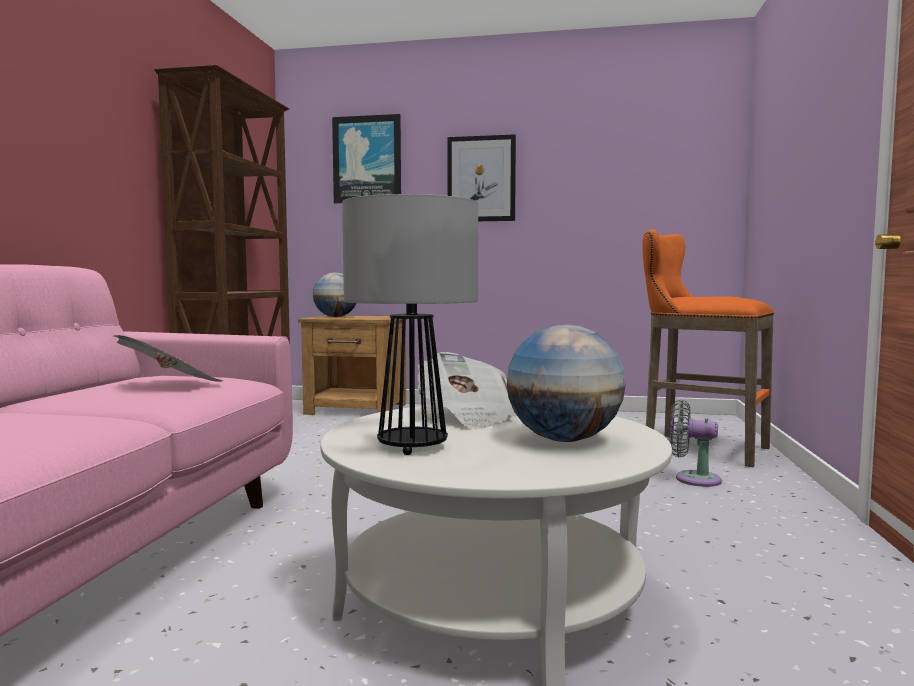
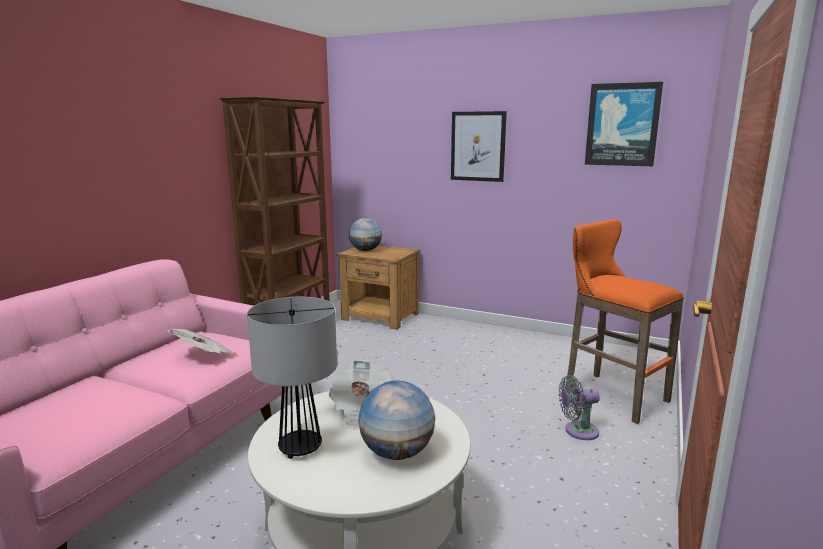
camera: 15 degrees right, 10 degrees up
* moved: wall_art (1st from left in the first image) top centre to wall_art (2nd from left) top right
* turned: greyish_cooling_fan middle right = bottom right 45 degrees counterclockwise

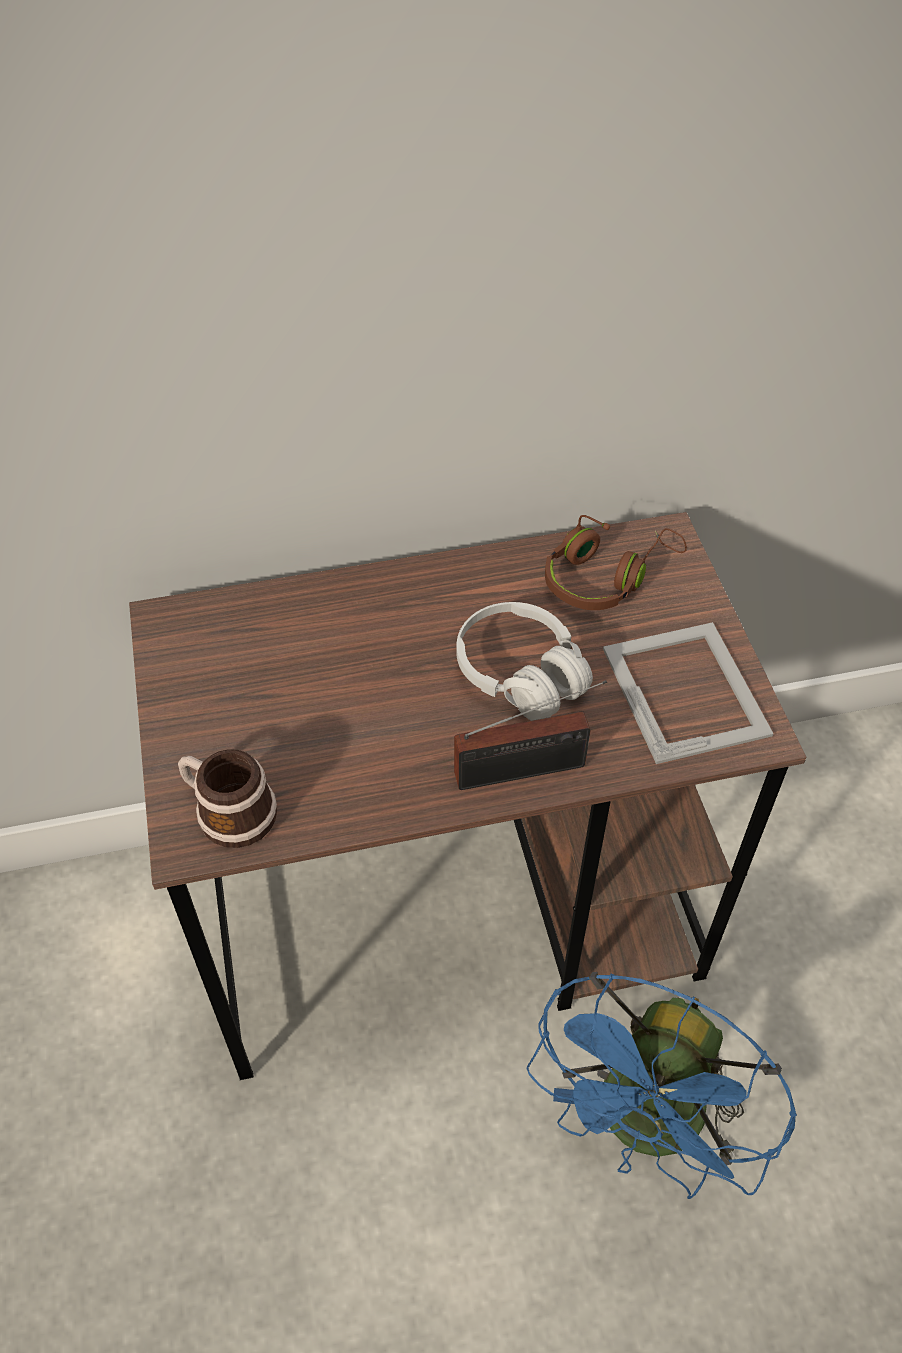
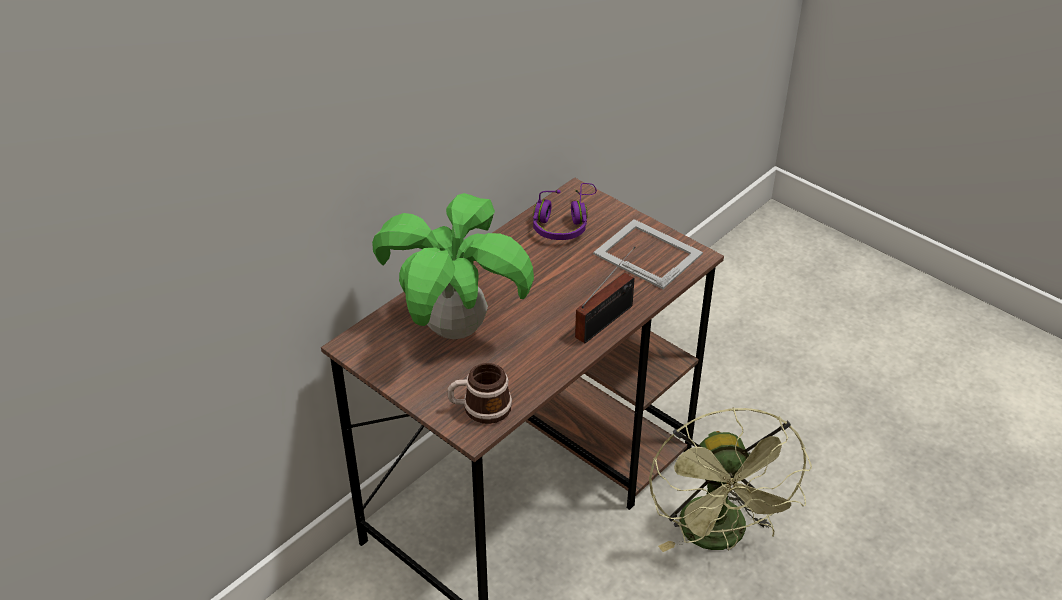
camera: 35 degrees left, 10 degrees down
* removed: white_headset centre
* added: potted_plant centre
* recoloured: blue_cooling_fan bottom right to greenish_cooling_fan bottom right
* recoloured: brown-coloured_headset middle right to purple-coloured_headset centre

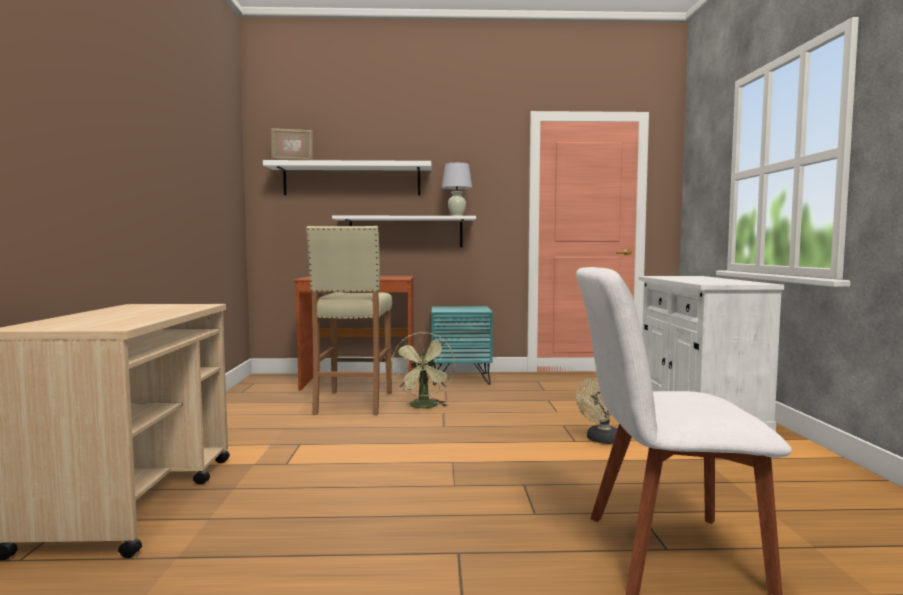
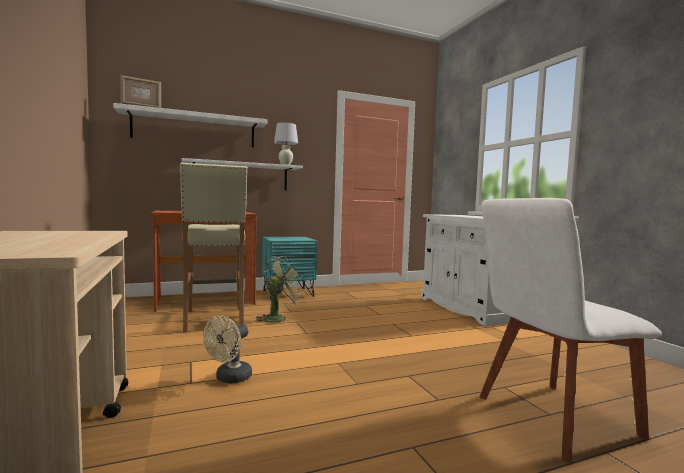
camera: 20 degrees left, 0 degrees up
* moved: sand-coloured_cooling_fan bottom centre to bottom left
* turned: greenish_cooling_fan centre = centre 120 degrees counterclockwise

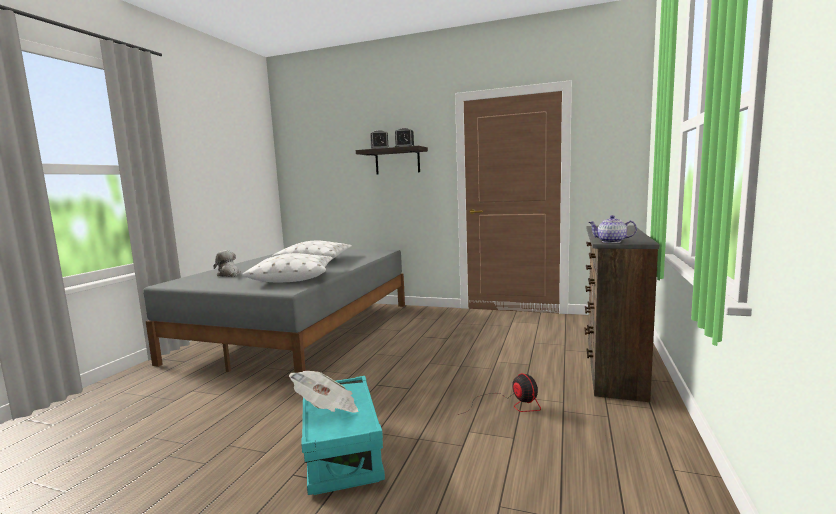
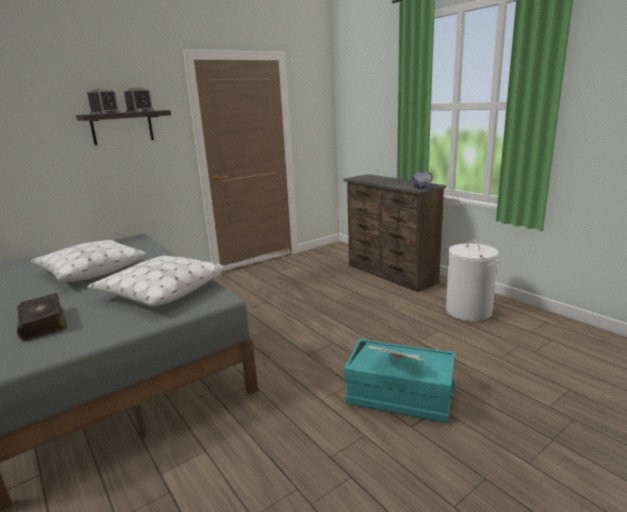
camera: 55 degrees left, 10 degrees up
* removed: cooling_fan bottom centre
* added: white_hamper middle right
* replaced: soft_toy middle left to bound_book middle left

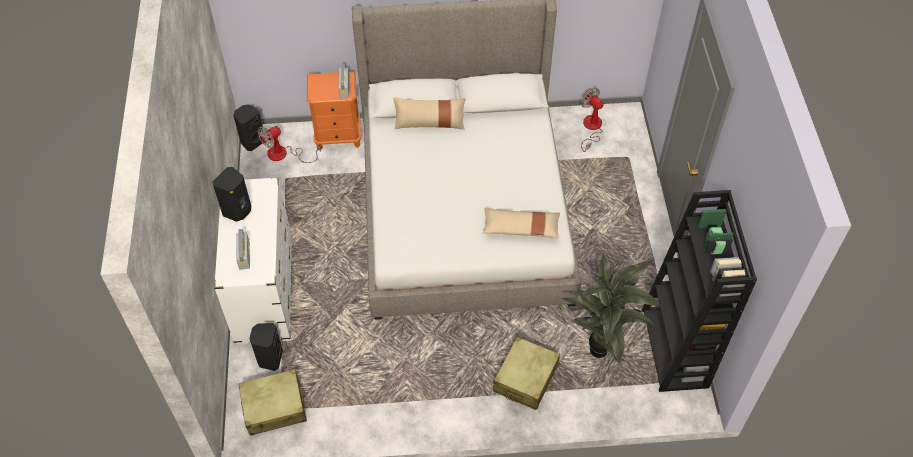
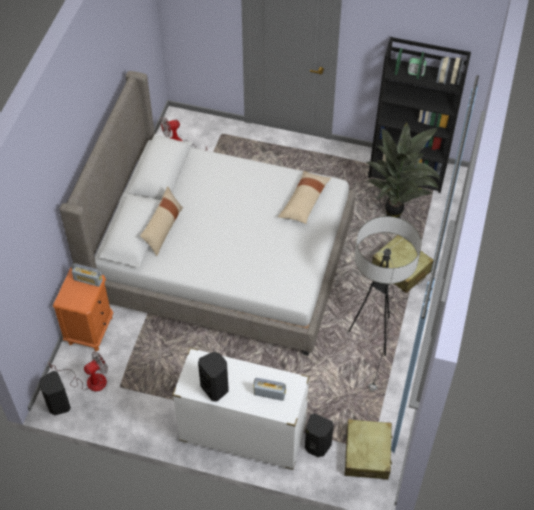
camera: 70 degrees left, 0 degrees up
* added: standing_lamp middle right
* turned: cooling_fan (1st from left) top left = bottom left 105 degrees counterclockwise

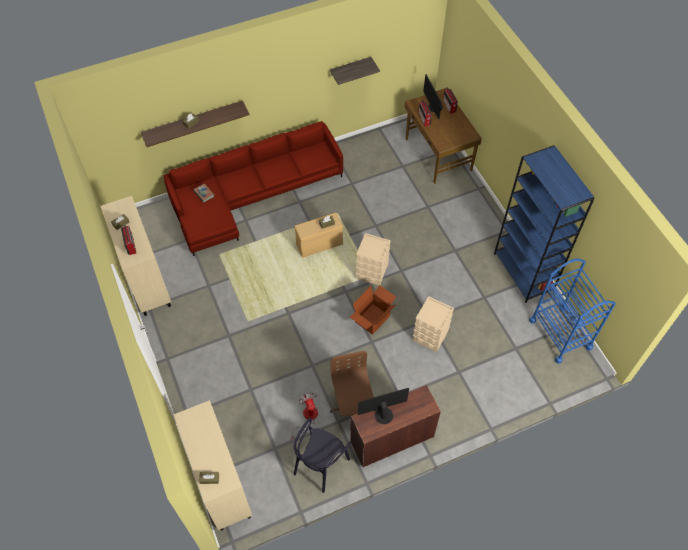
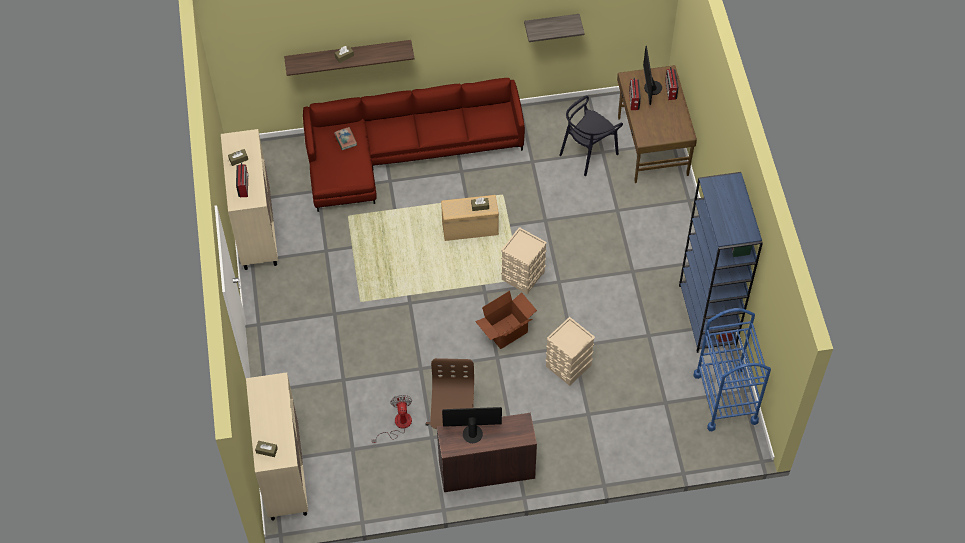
camera: 15 degrees right, 0 degrees up
* moved: blackish_upright_chair bottom centre to top centre

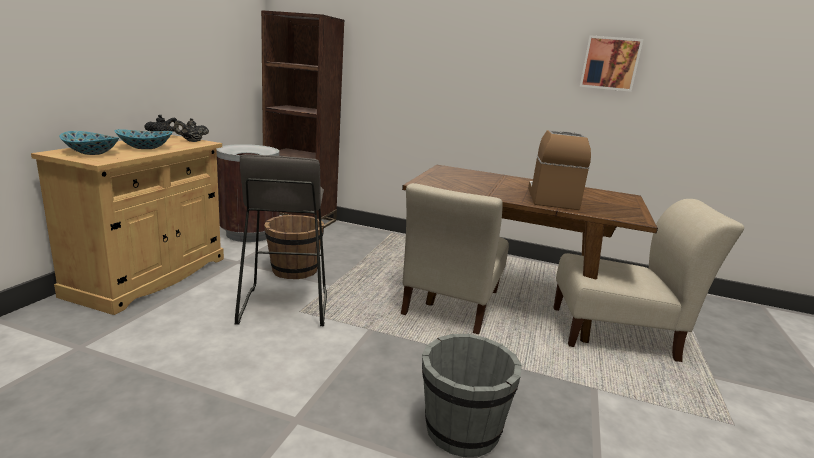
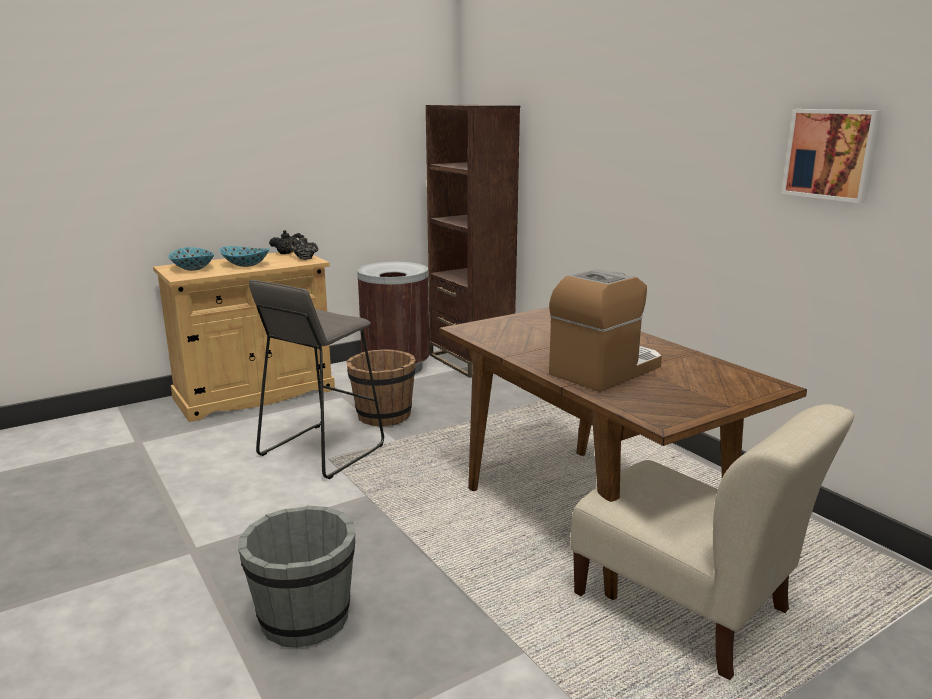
camera: 40 degrees right, 0 degrees up
* removed: sand-coloured_upright_chair (1st from left) centre

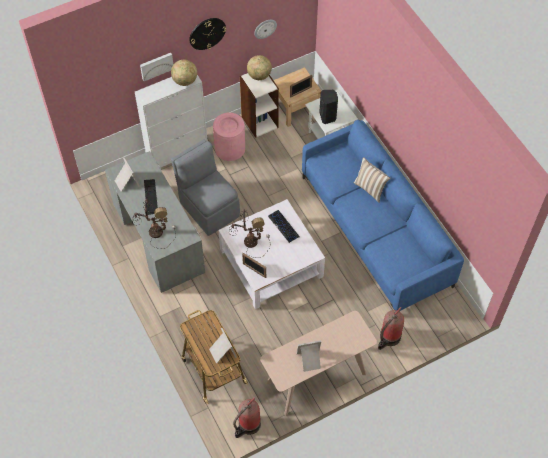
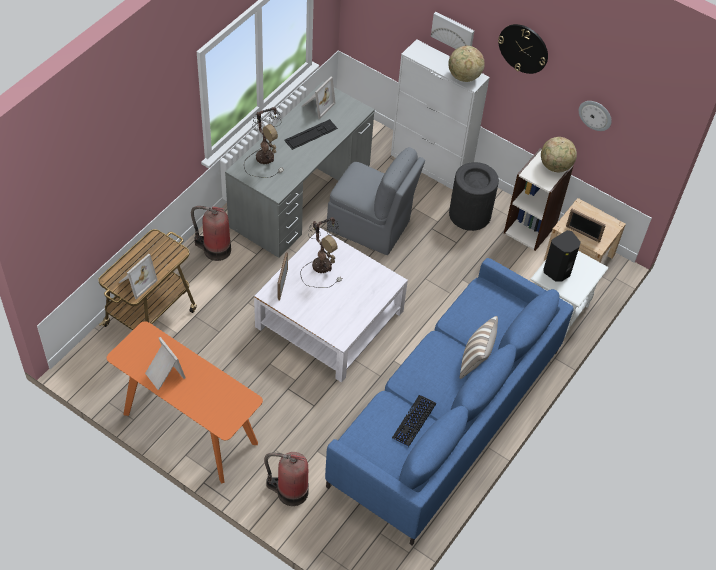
camera: 60 degrees right, 5 degrees down
* moved: fire-fighting_cylinder (1st from left) bottom centre to middle left
* moved: PC_keyboard (2nd from left) centre to bottom centre
* recoloured: pink_trash_can top centre to blackish_trash_can centre
* recoloured: sand-coloured_hall_table bottom centre to orange_hall_table bottom left
* turned: greyish_upright_chair centre = centre 90 degrees clockwise

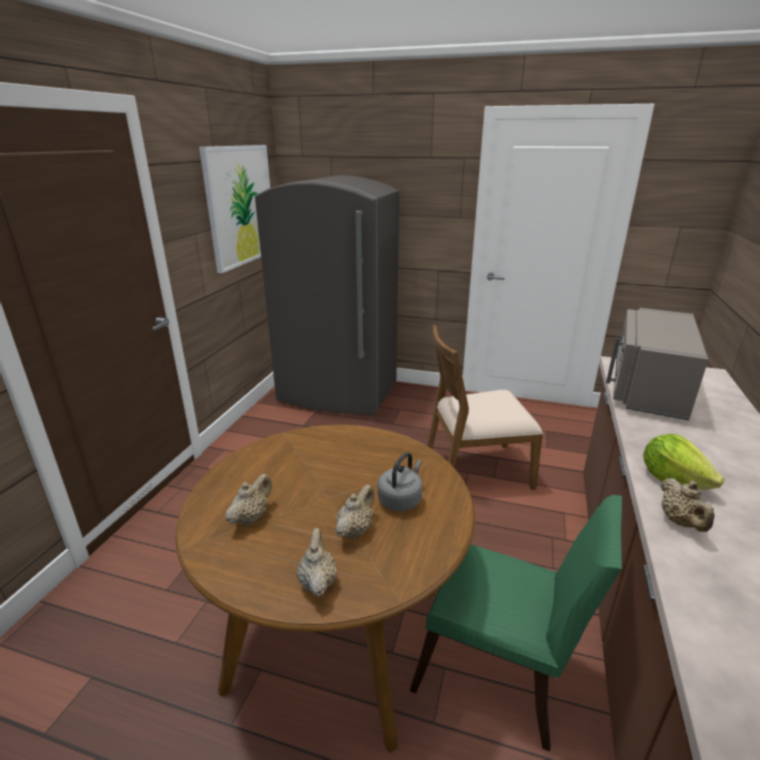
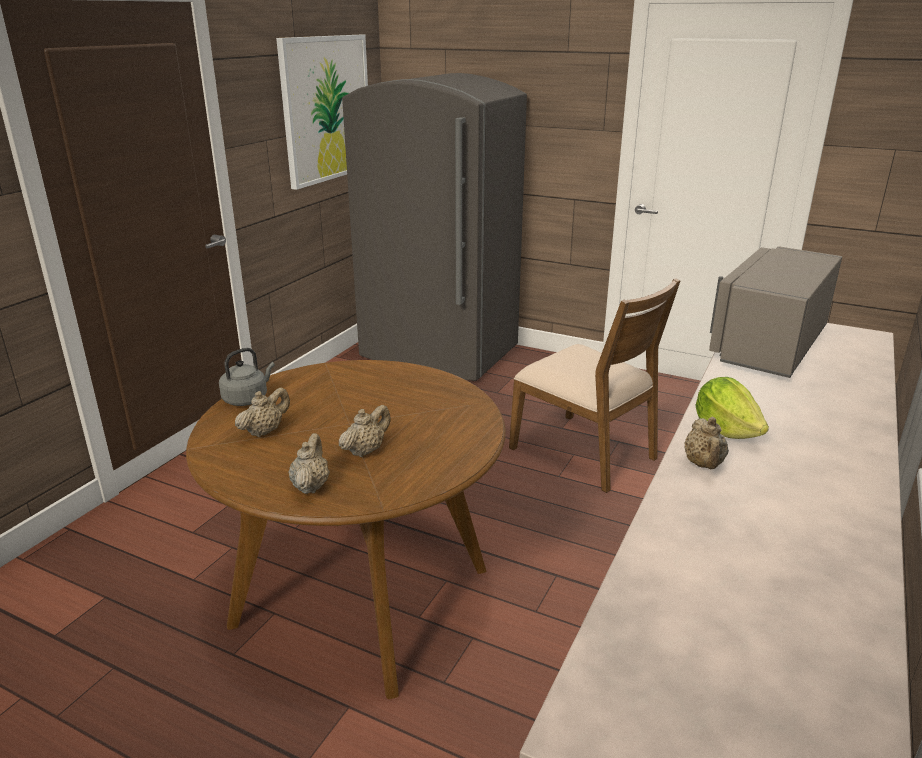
camera: 10 degrees right, 0 degrees up
* removed: greenish_upright_chair bottom right
* moved: greyish_tea_kettle centre to middle left
* turned: brown-coloured_upright_chair centre = centre 135 degrees counterclockwise

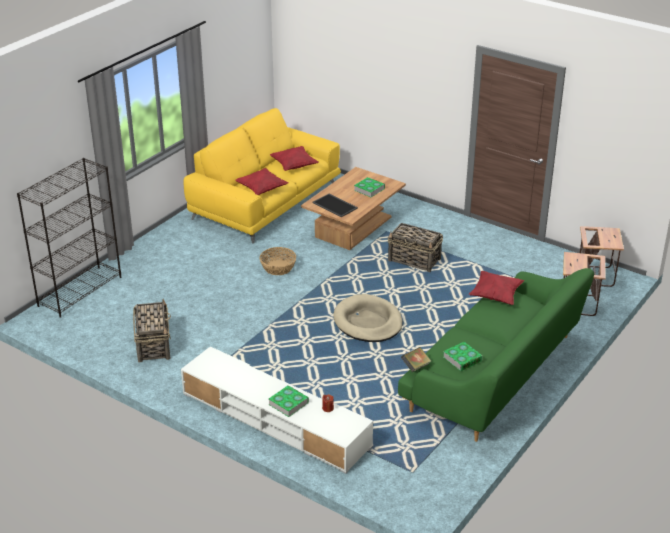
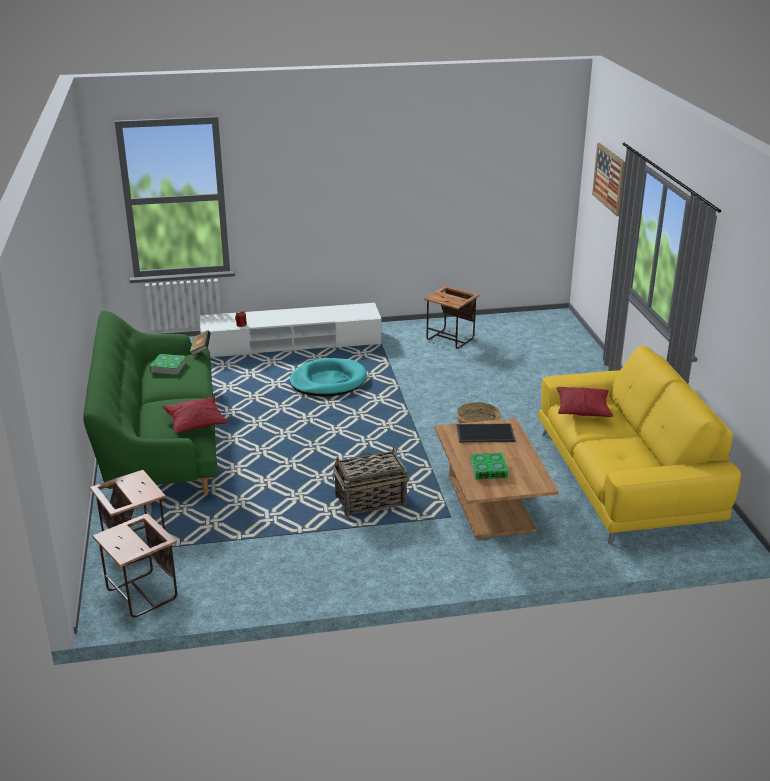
camera: 135 degrees right, 5 degrees down
* removed: blackish_bookshelf middle left
* removed: bound_book (1st from left) bottom centre
* removed: reddish_pillow (2nd from left) top centre
* removed: sand-coloured_pet_bed centre
* added: turquoise_pet_bed centre
* added: wall_art top right
* replaced: household_basket (1st from left) middle left to side_table (3rd from left) centre

